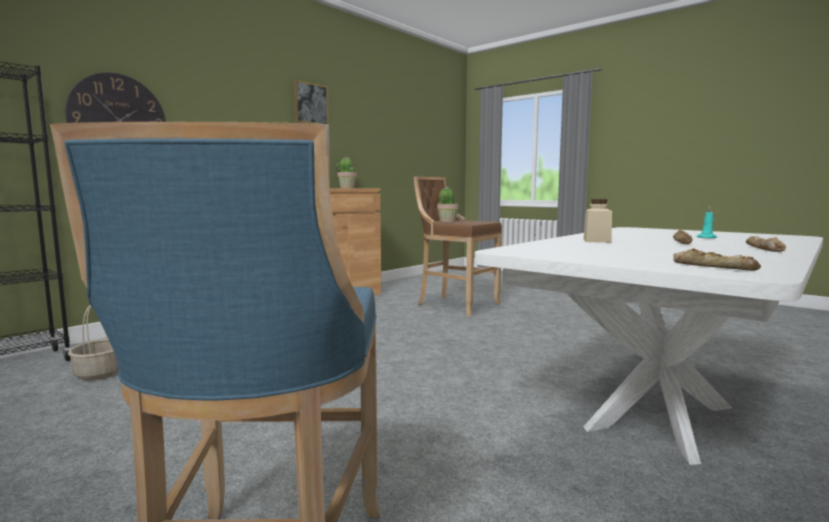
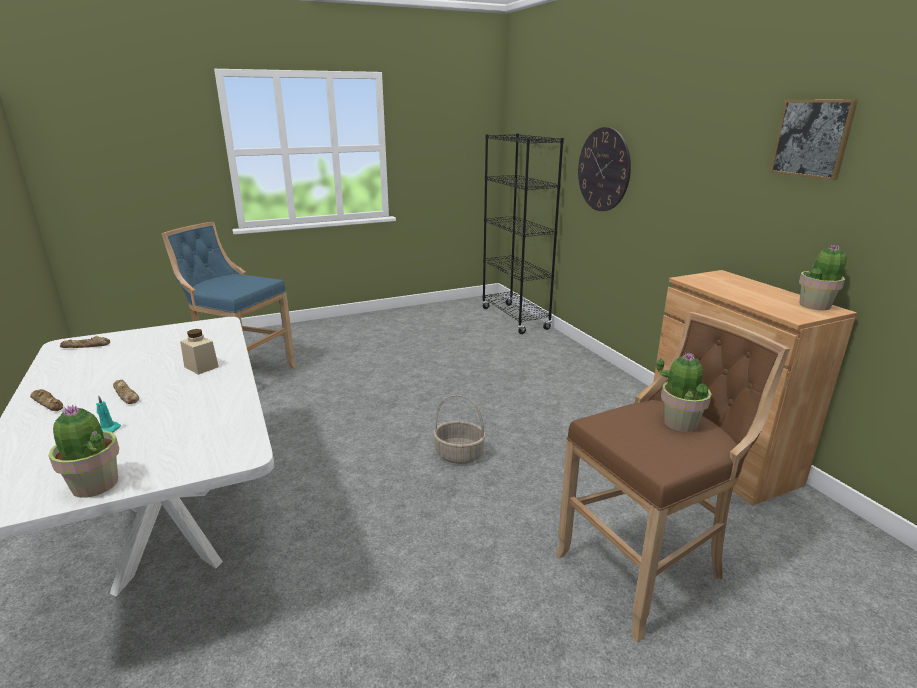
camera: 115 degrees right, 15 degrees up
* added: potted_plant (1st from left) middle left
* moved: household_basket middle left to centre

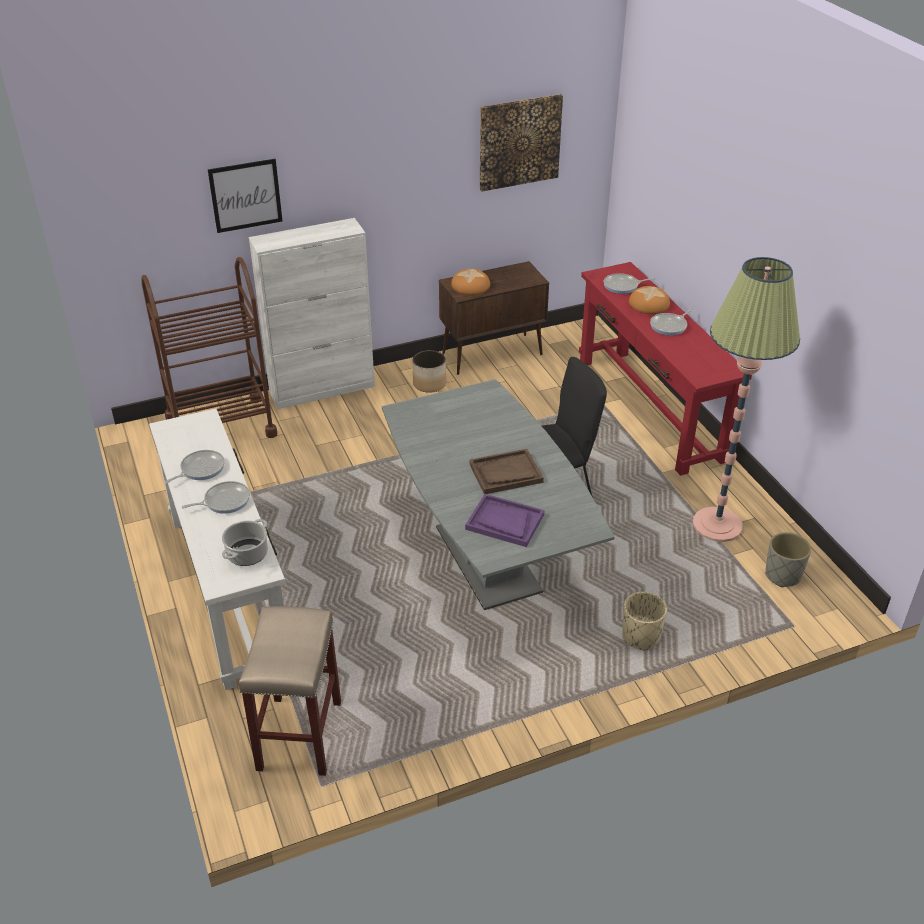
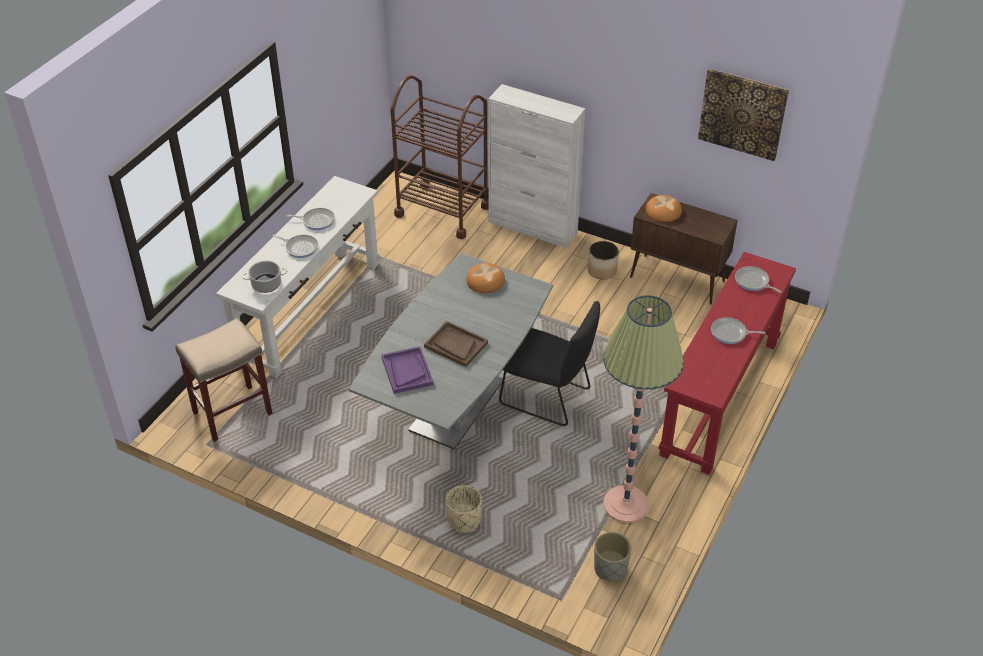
camera: 50 degrees right, 5 degrees up
* removed: wall_art (1st from left) top left
* moved: bakery_bread (2nd from left in the first image) top right to bakery_bread (1st from left) centre

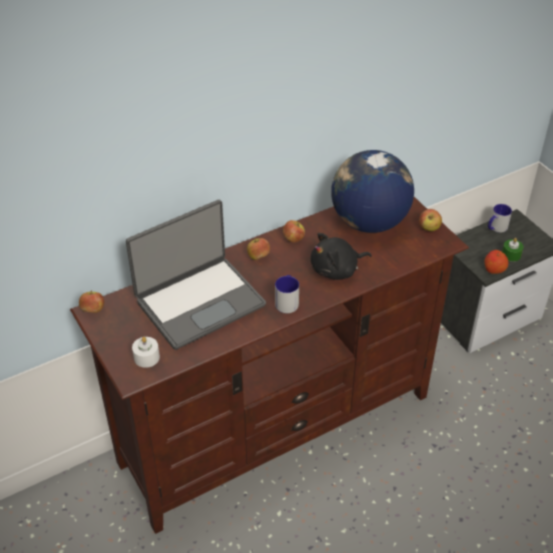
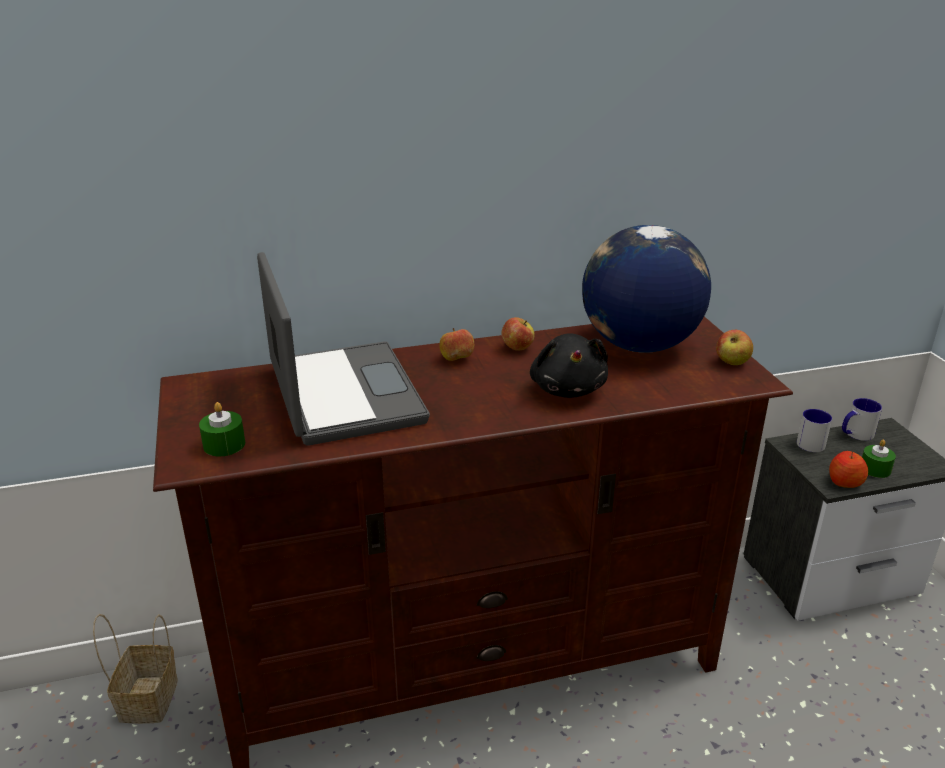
camera: 15 degrees right, 15 degrees down
* removed: apple_fruit (1st from left) middle left
* added: household_basket bottom left
* moved: coffee_mug (1st from left) centre to middle right
* recoloured: white_wax_light middle left to greenish_wax_light (1st from left) middle left
* turned: notebook_computer centre = centre 90 degrees counterclockwise
* turned: blackish_soft_toy centre = centre 90 degrees counterclockwise

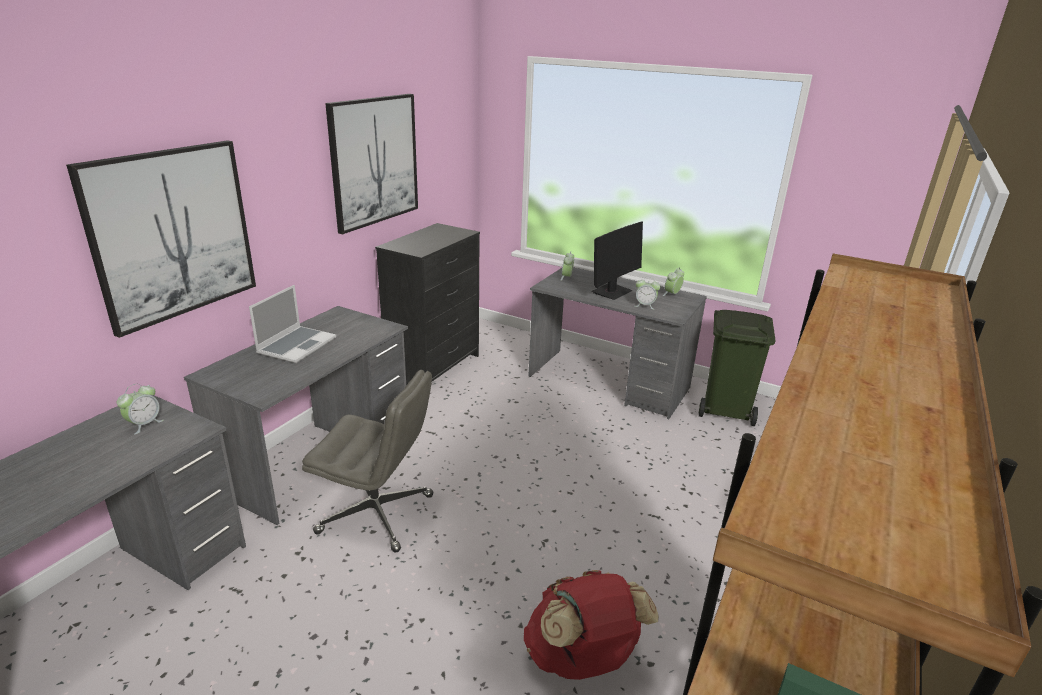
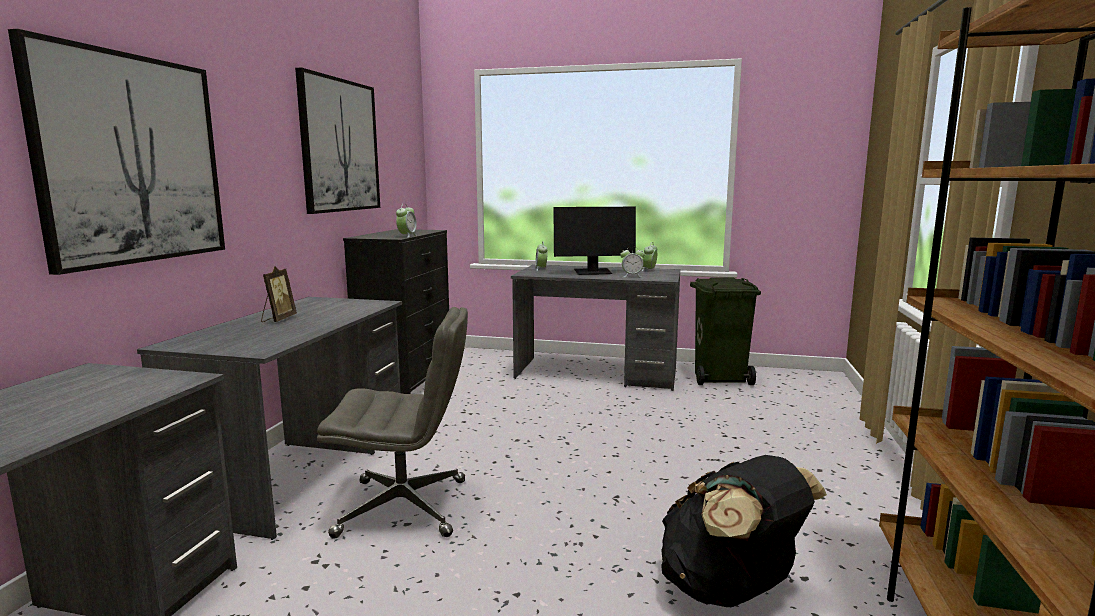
camera: 15 degrees left, 15 degrees down
* moved: table_clock (1st from left) middle left to centre
* replaced: notebook_computer middle left to standing_frame middle left
* recoloured: reddish_knapsack bottom centre to blackish_knapsack bottom right
* turned: monitor centre = centre 60 degrees clockwise

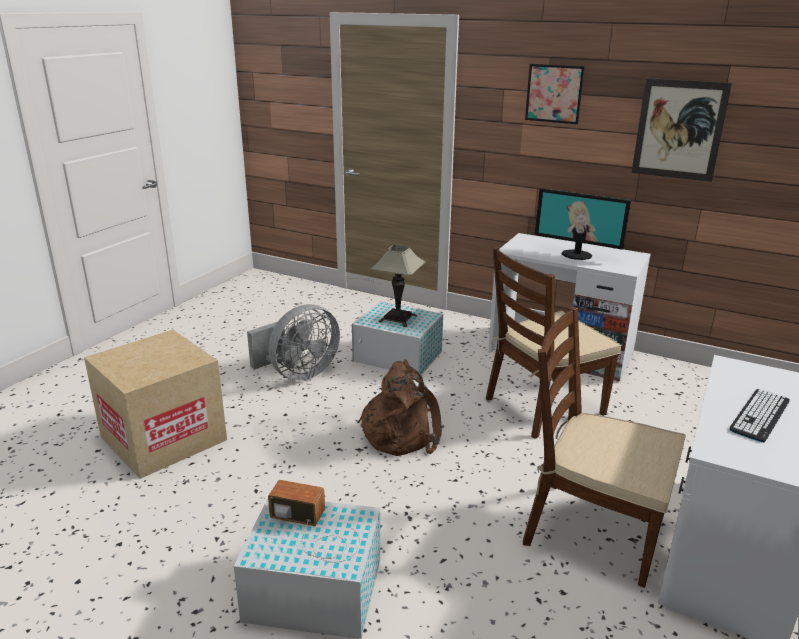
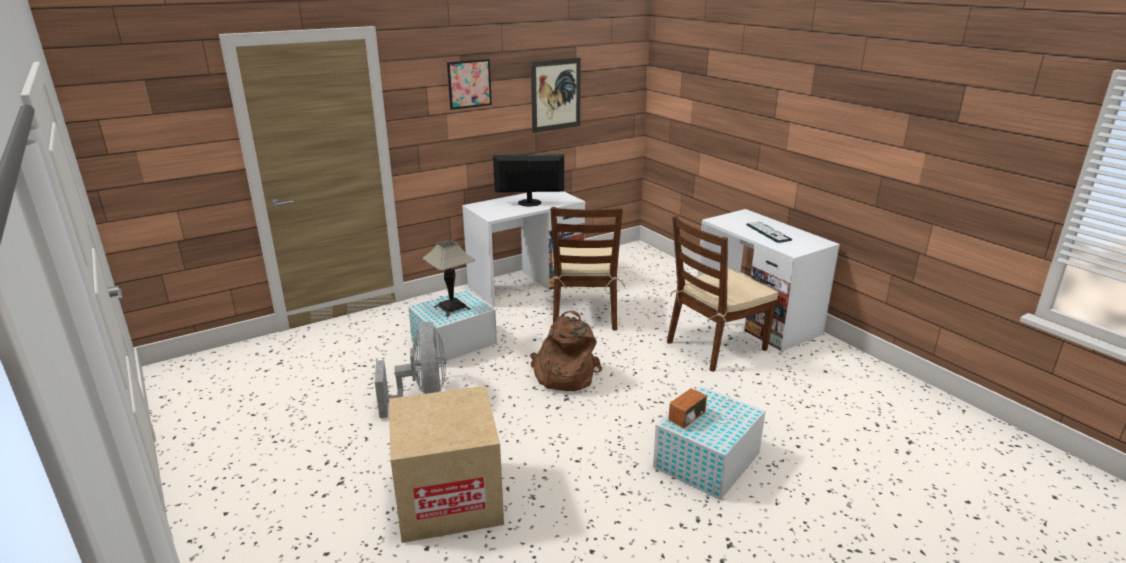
camera: 60 degrees left, 0 degrees up
* turned: monitor middle right = top centre 150 degrees counterclockwise

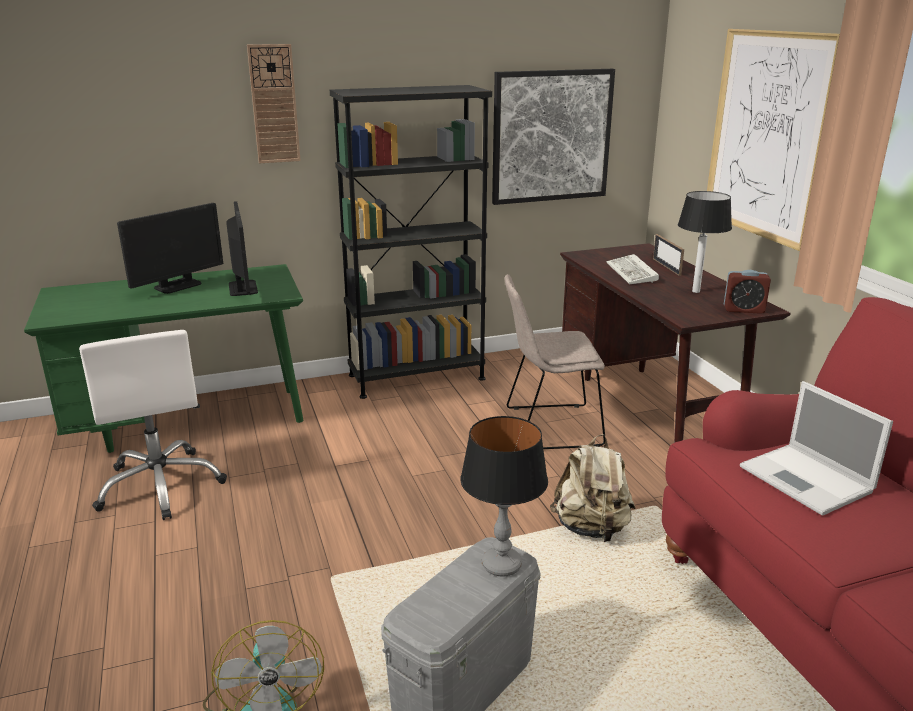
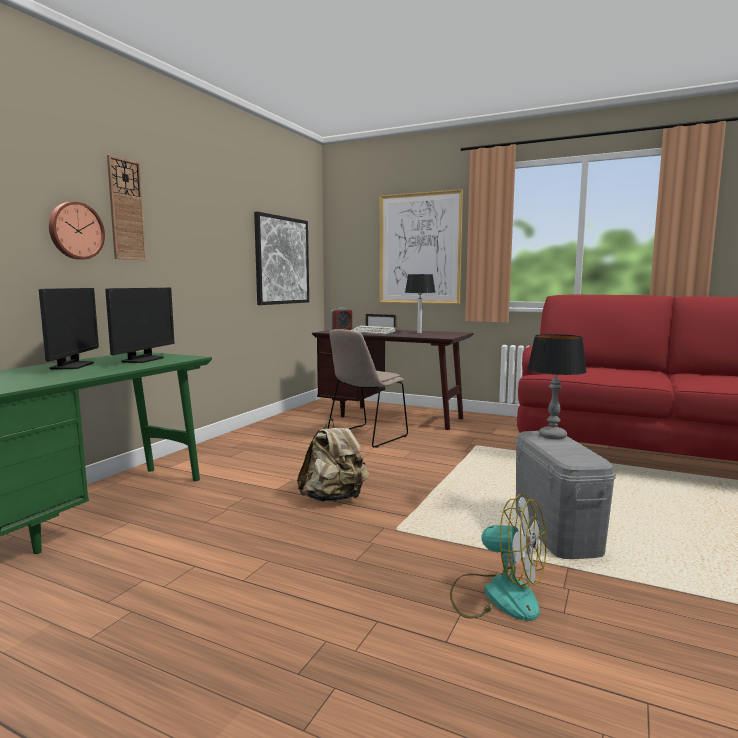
camera: 45 degrees left, 15 degrees down
* removed: white_desk_chair middle left
* removed: blackish_bookshelf centre
* removed: notebook_computer middle right
* added: wall_clock (1st from left) top left
* moved: sand-coloured_knapsack bottom centre to centre
* moved: table_clock middle right to centre
* turned: monitor (2nd from left) middle left = middle left 75 degrees clockwise

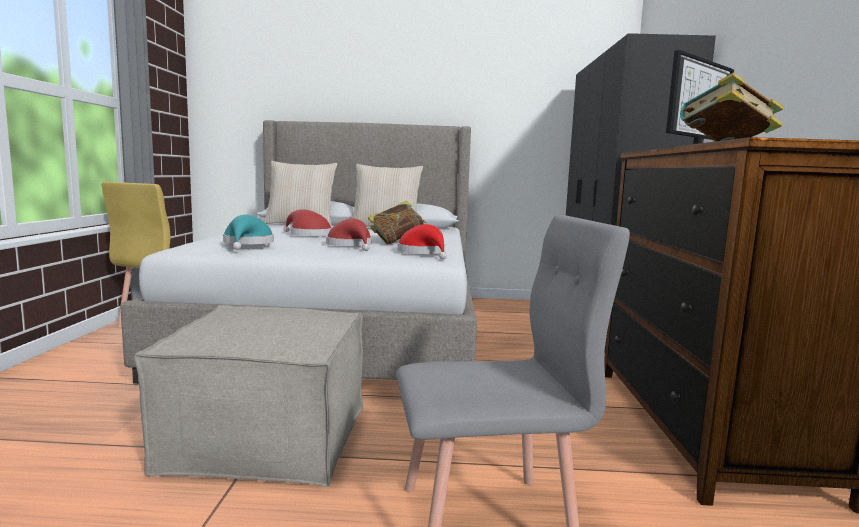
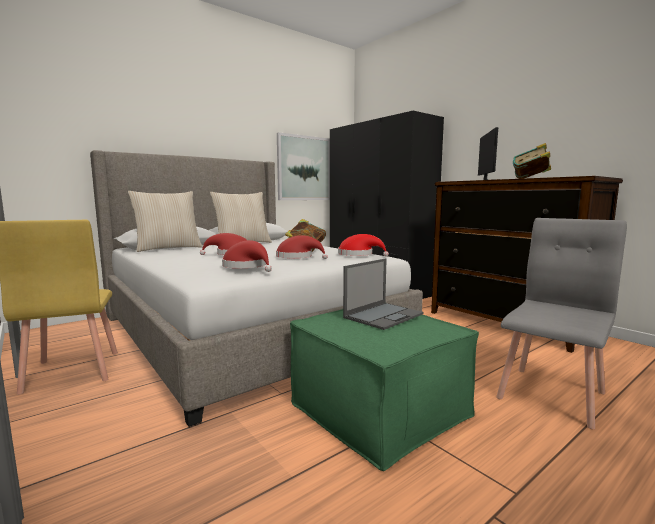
camera: 40 degrees left, 0 degrees up
* added: wall_art top centre
* added: notebook_computer centre
* recoloured: sand-coloured_pouffe bottom left to greenish_pouffe bottom centre
* recoloured: turquoise_clothing_hat middle left to reddish_clothing_hat (2nd from left) centre

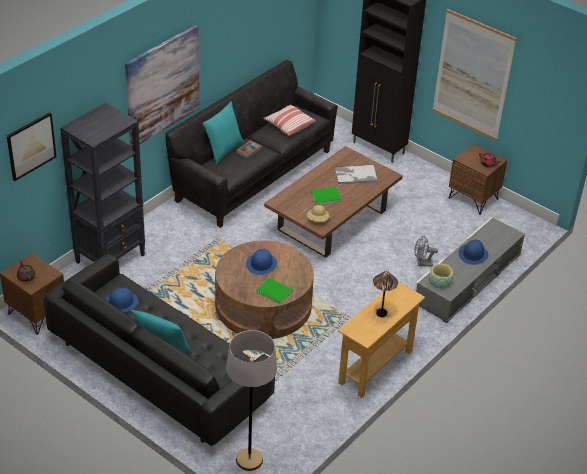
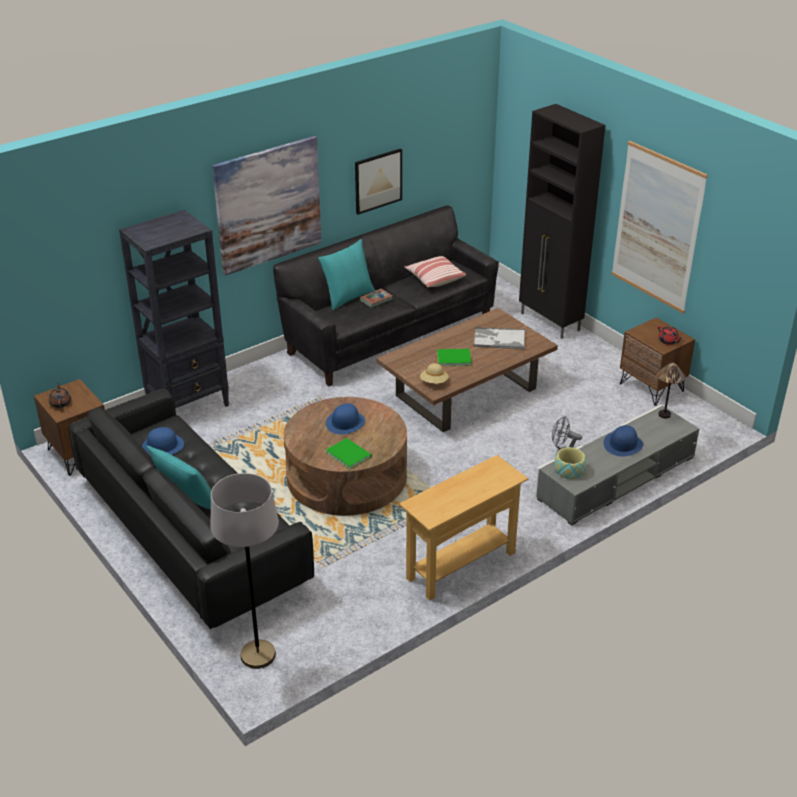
camera: 15 degrees right, 5 degrees down
* moved: wall_art (1st from left in the first image) top left to wall_art (2nd from left) top centre
* moved: lamp_for_a_table centre to middle right

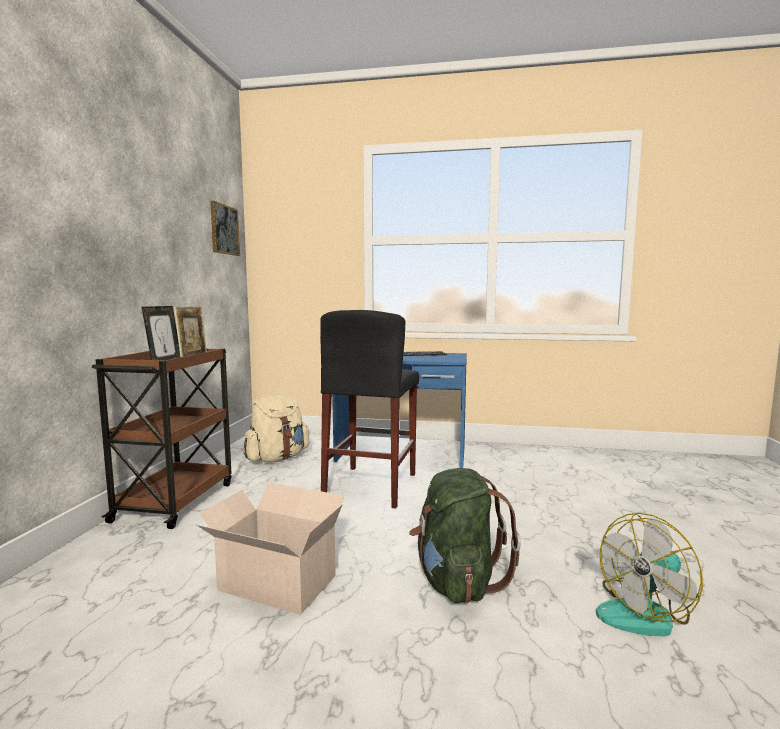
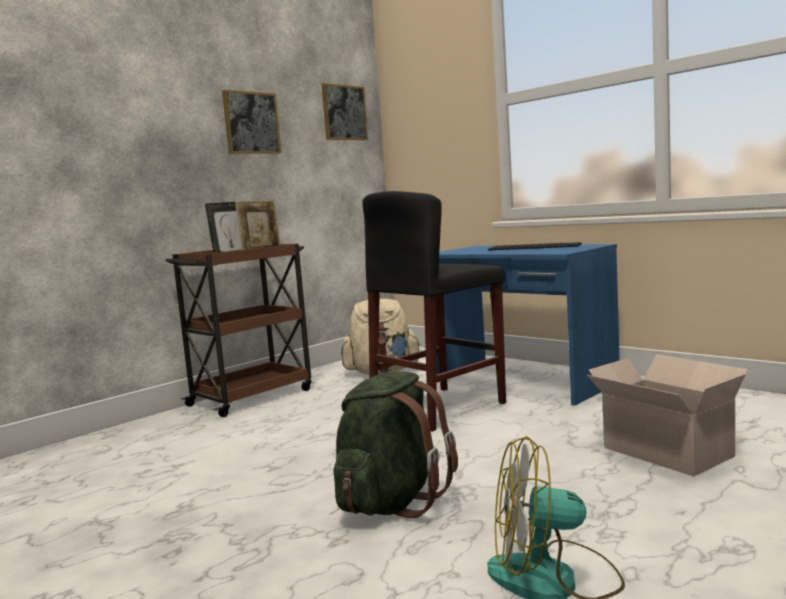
camera: 35 degrees right, 0 degrees up
* added: wall_art (1st from left) top left
* moved: cardboard_box bottom centre to bottom right

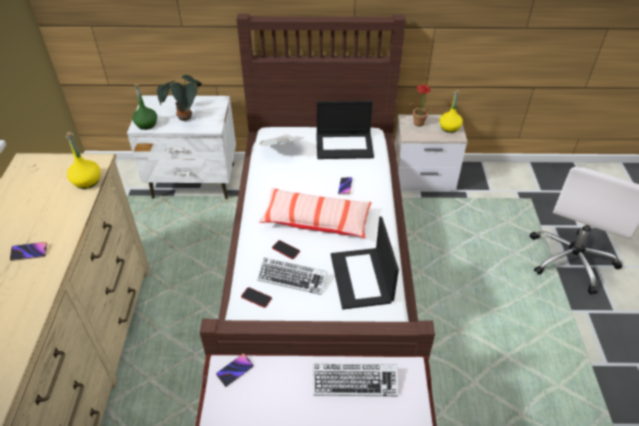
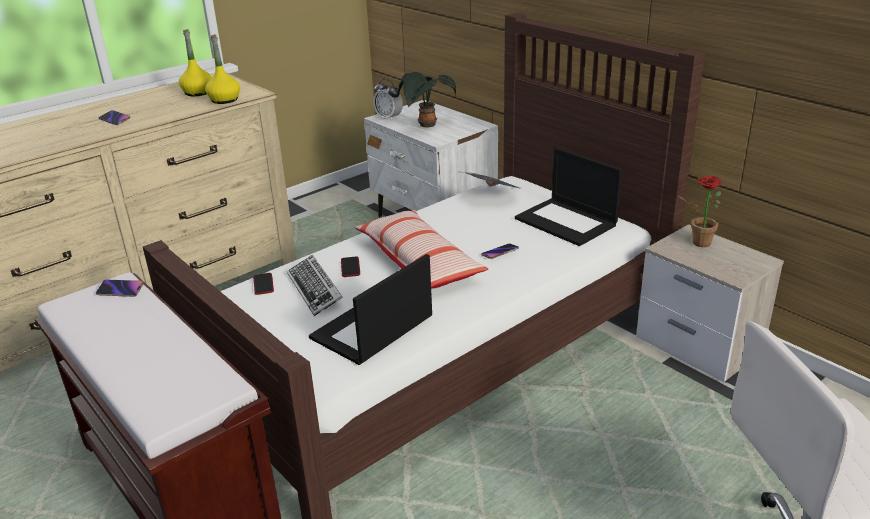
camera: 50 degrees right, 15 degrees down
* removed: PC_keyboard (2nd from left) bottom centre
* moved: yellowish_drink_bottle (2nd from left in the first image) top right to yellowish_drink_bottle (1st from left) top left
* replaced: greenish_drink_bottle top left to table_clock top centre

